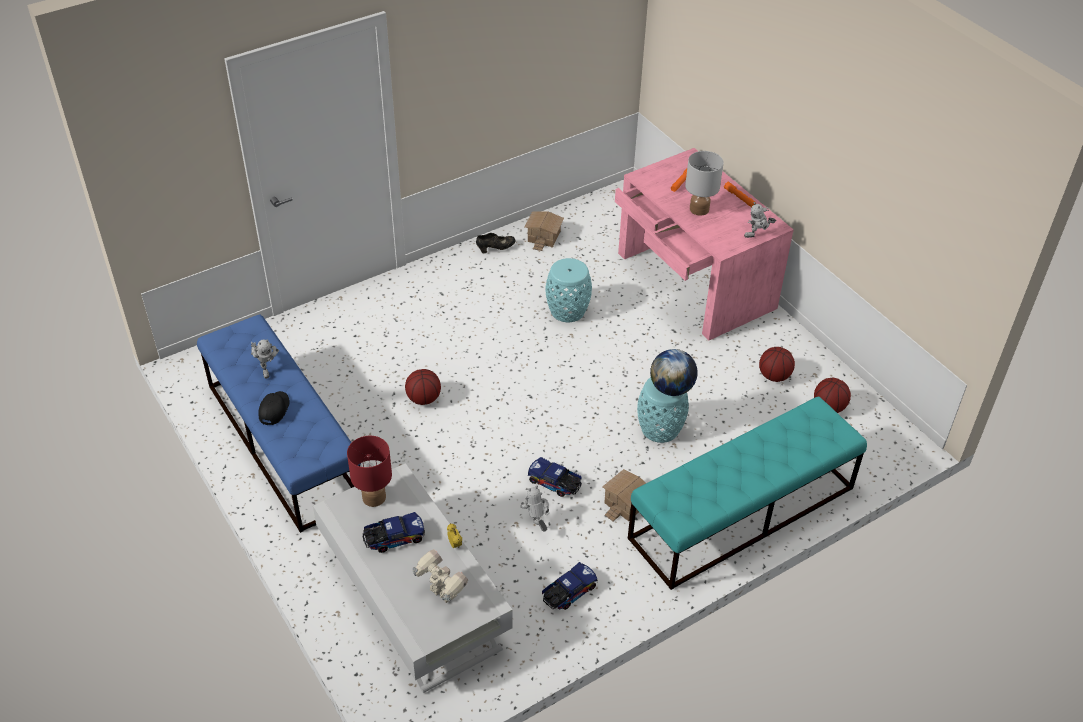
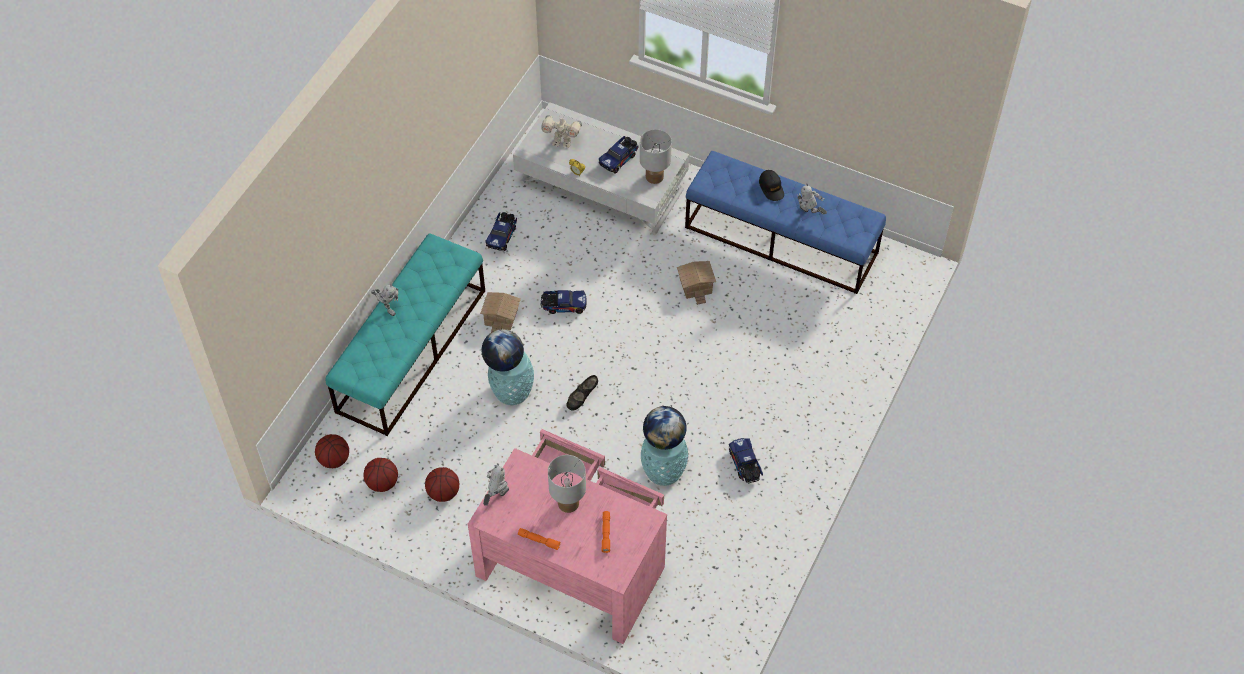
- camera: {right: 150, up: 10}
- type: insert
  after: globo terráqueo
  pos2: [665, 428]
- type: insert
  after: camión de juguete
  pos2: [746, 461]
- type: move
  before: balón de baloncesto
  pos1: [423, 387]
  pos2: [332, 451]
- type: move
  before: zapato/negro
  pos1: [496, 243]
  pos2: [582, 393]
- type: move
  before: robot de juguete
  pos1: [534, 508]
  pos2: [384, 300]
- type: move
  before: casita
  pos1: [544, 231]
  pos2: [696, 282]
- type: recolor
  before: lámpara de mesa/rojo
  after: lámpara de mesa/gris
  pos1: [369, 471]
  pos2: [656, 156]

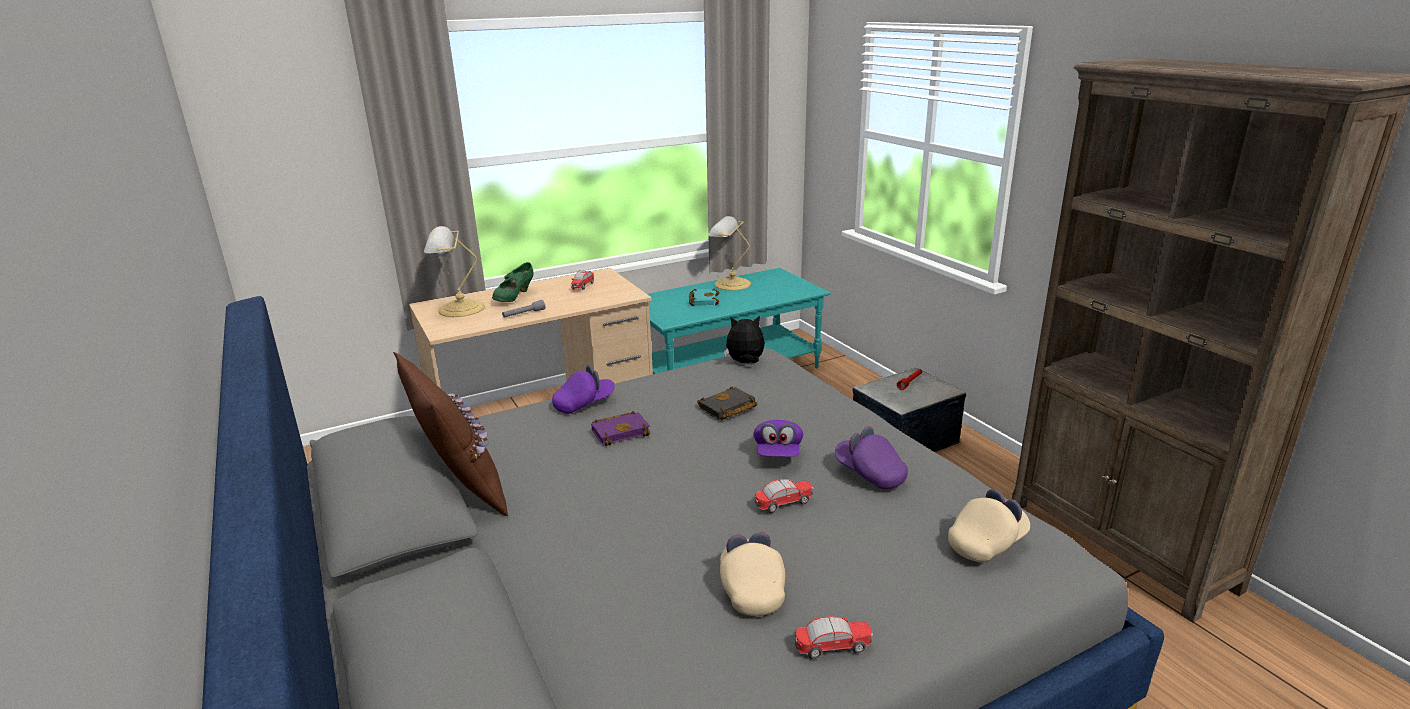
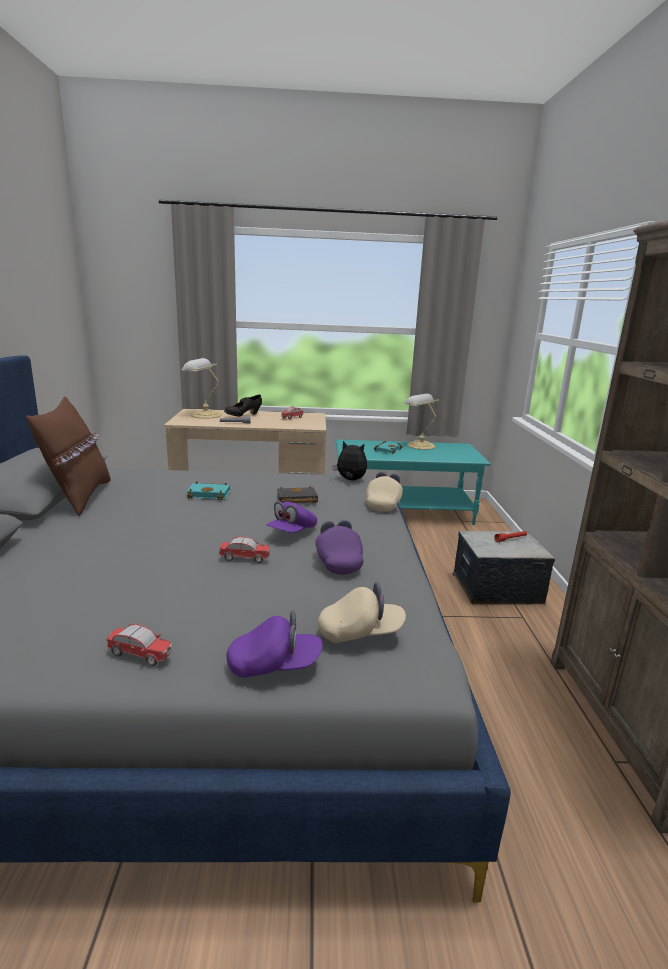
- camera: {right: 25, up: -5}
- type: move
  before: gorra/morado
  pos1: [583, 389]
  pos2: [275, 644]
- type: move
  before: gorra/beis
  pos1: [752, 574]
  pos2: [384, 492]
- type: recolor
  before: zapato/verde
  after: zapato/negro
  pos1: [513, 282]
  pos2: [243, 405]
- type: recolor
  before: libro/morado
  after: libro/turquesa
  pos1: [620, 428]
  pos2: [208, 490]

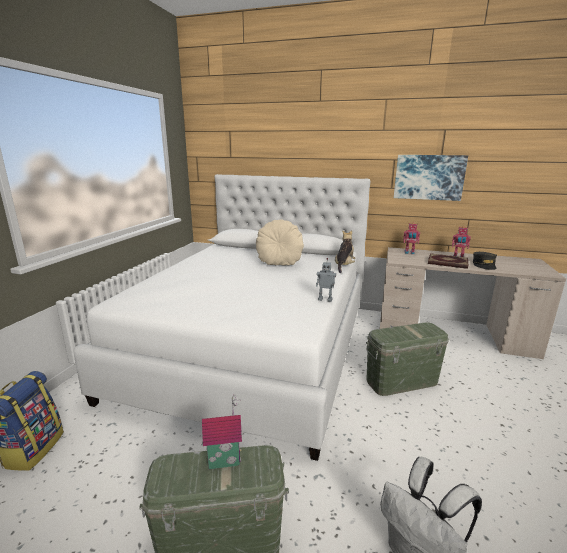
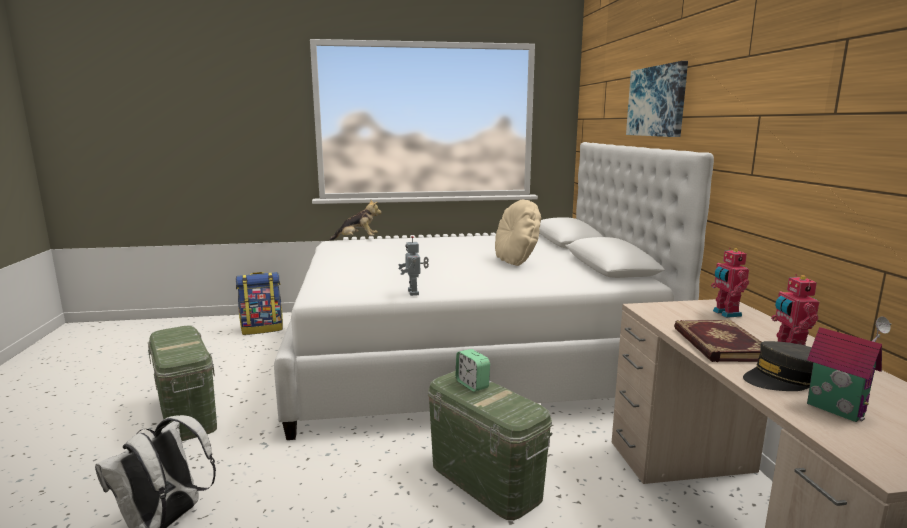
- camera: {right: 65, up: -5}
- type: insert
  after: despertador
  pos2: [473, 370]
- type: move
  before: casita
  pos1: [222, 431]
  pos2: [849, 369]
- type: move
  before: peluche
  pos1: [345, 251]
  pos2: [355, 220]
- type: move
  before: cuadro
  pos1: [431, 178]
  pos2: [657, 99]

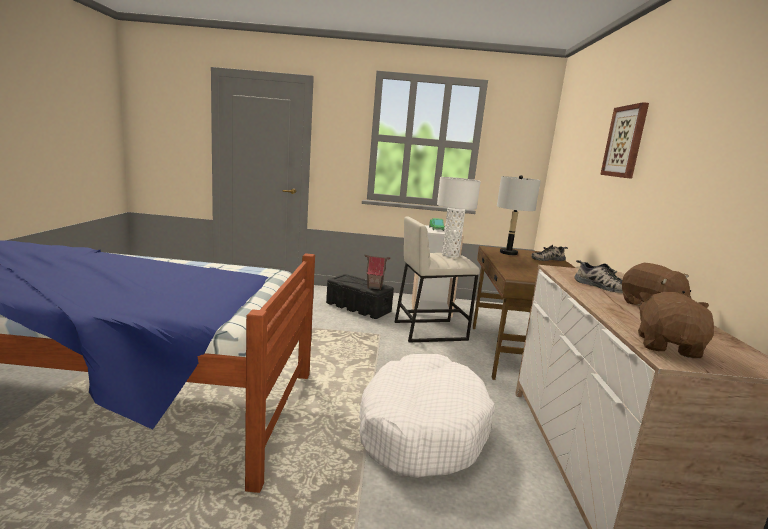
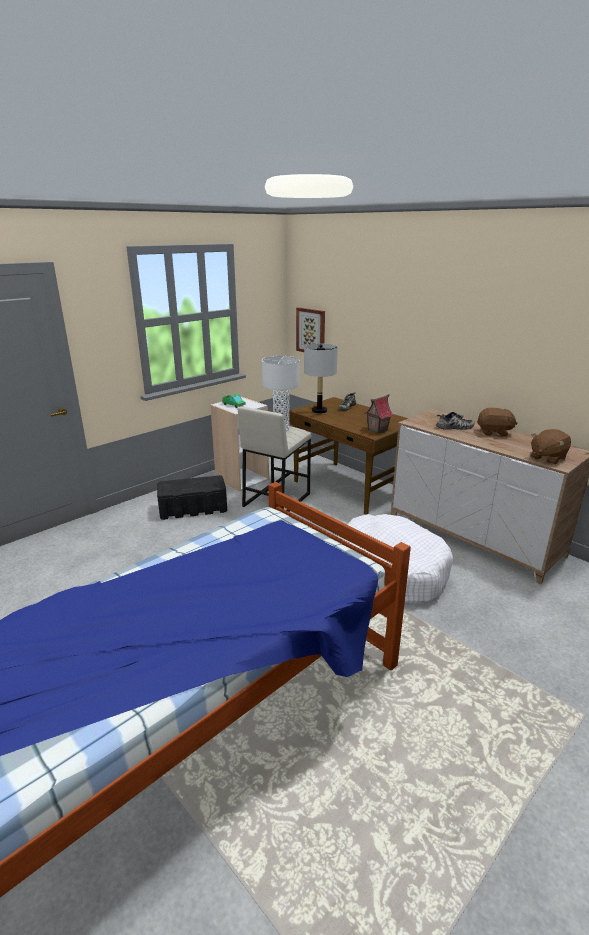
- camera: {right: -45, up: 10}
- type: move
  before: casita
  pos1: [377, 272]
  pos2: [379, 414]
- type: move
  before: cuadro
  pos1: [624, 140]
  pos2: [310, 329]
- type: rotate
  before: peluche/marrón
  pos1: [676, 325]
  pos2: [550, 446]
  turn: -105

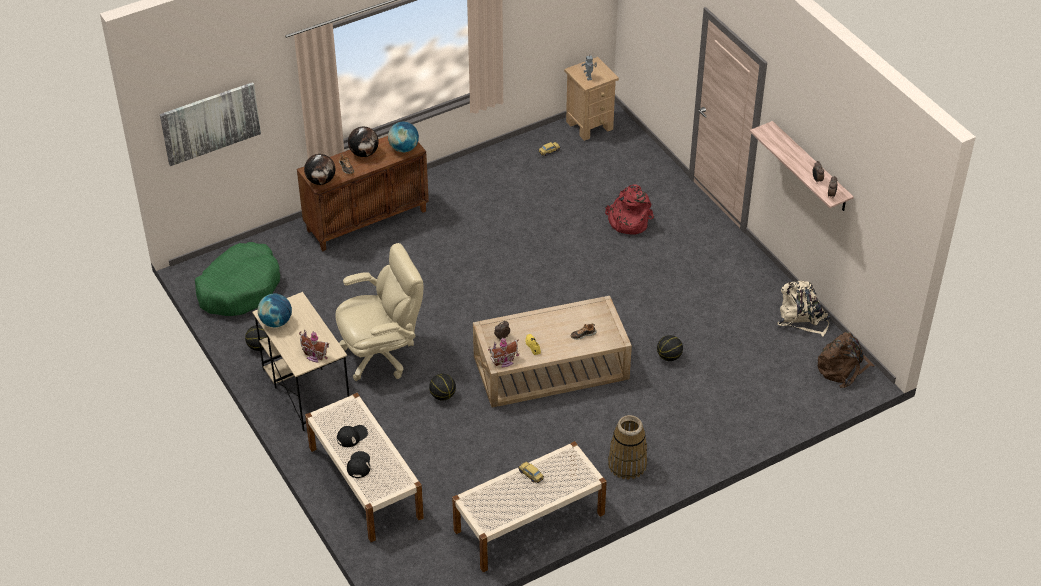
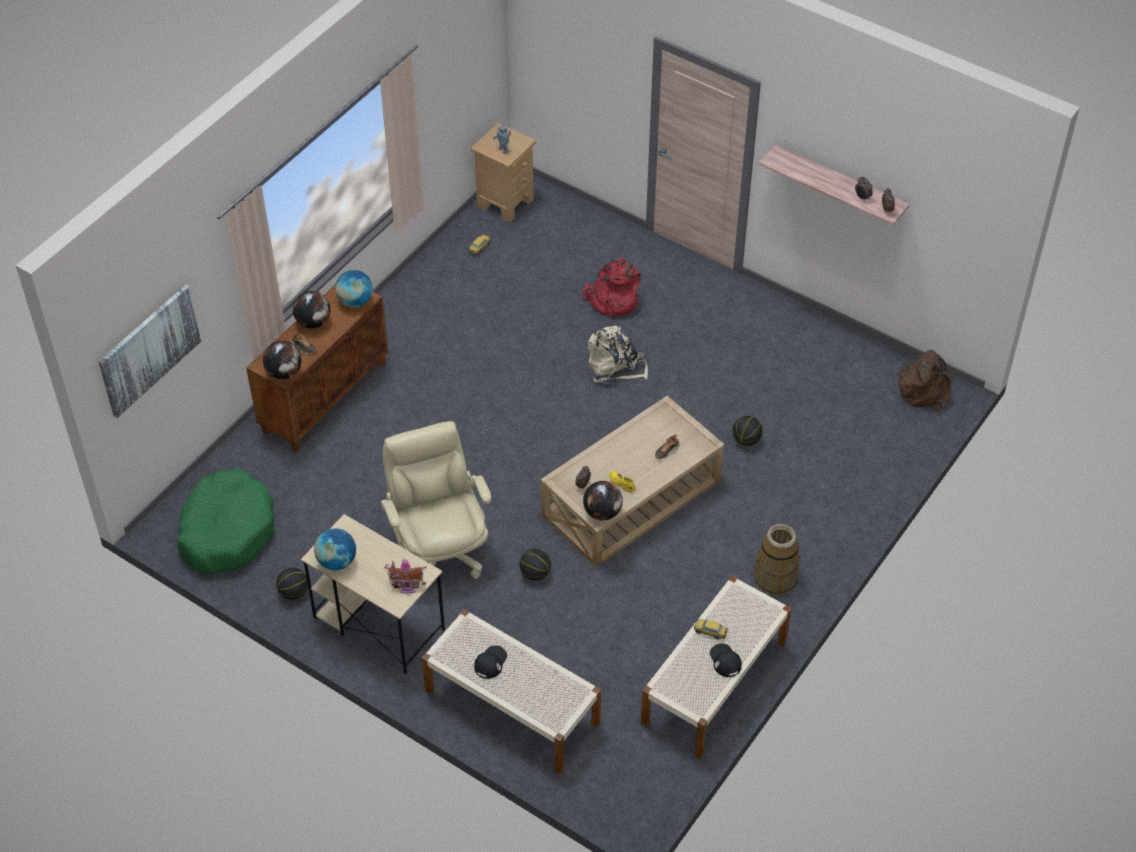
- camera: {right: -25, up: 5}
- type: move
  before: gorra/negro
  pos1: [358, 464]
  pos2: [726, 660]
- type: move
  before: mochila/beis
  pos1: [803, 309]
  pos2: [618, 354]
- type: replace
  before: casita
  after: globo terráqueo
  pos1: [503, 352]
  pos2: [603, 501]
- type: rotate
  before: silla de oficina/beis
  pos1: [379, 312]
  pos2: [436, 500]
  turn: -60

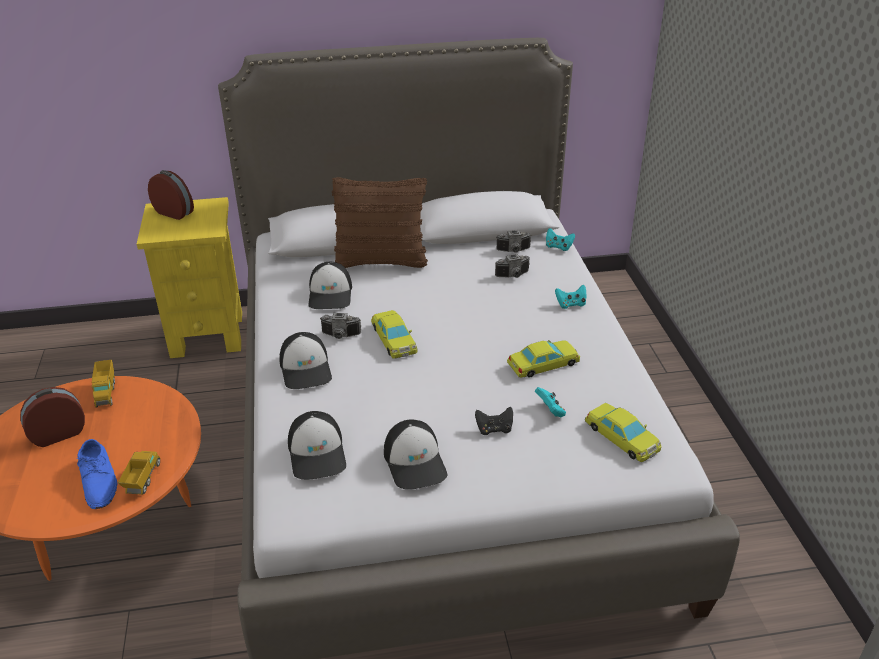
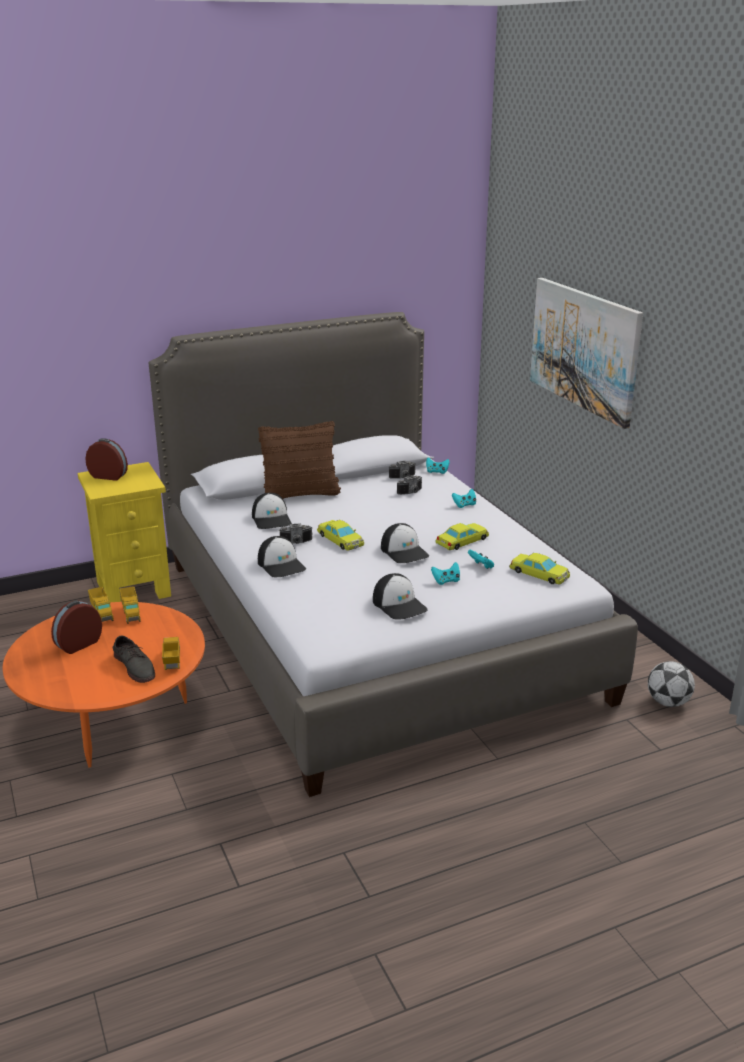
- camera: {right: -15, up: -10}
- type: insert
  after: camión de juguete
  pos2: [130, 605]
- type: insert
  after: cuadro
  pos2: [586, 353]
- type: insert
  after: balón de fútbol
  pos2: [671, 684]
- type: move
  before: gorra
  pos1: [317, 445]
  pos2: [405, 543]
- type: recolor
  before: zapato/azul
  after: zapato/gris
  pos1: [97, 474]
  pos2: [134, 659]
- type: recolor
  before: mando de consola/negro
  after: mando de consola/turquesa
  pos1: [494, 421]
  pos2: [445, 573]

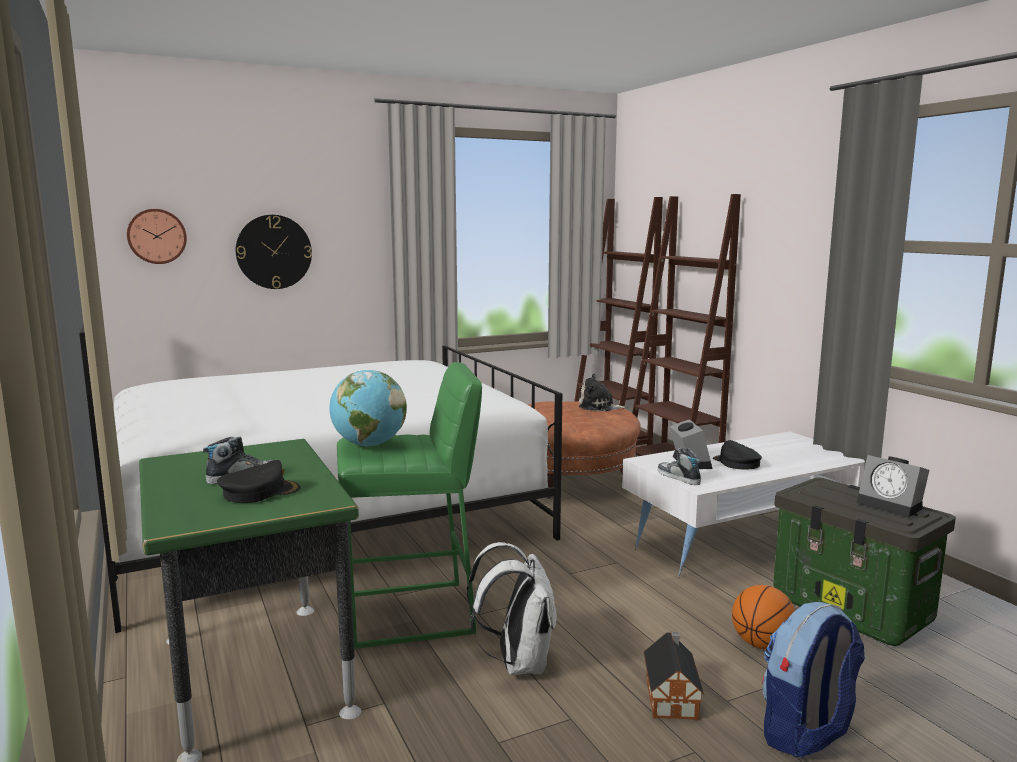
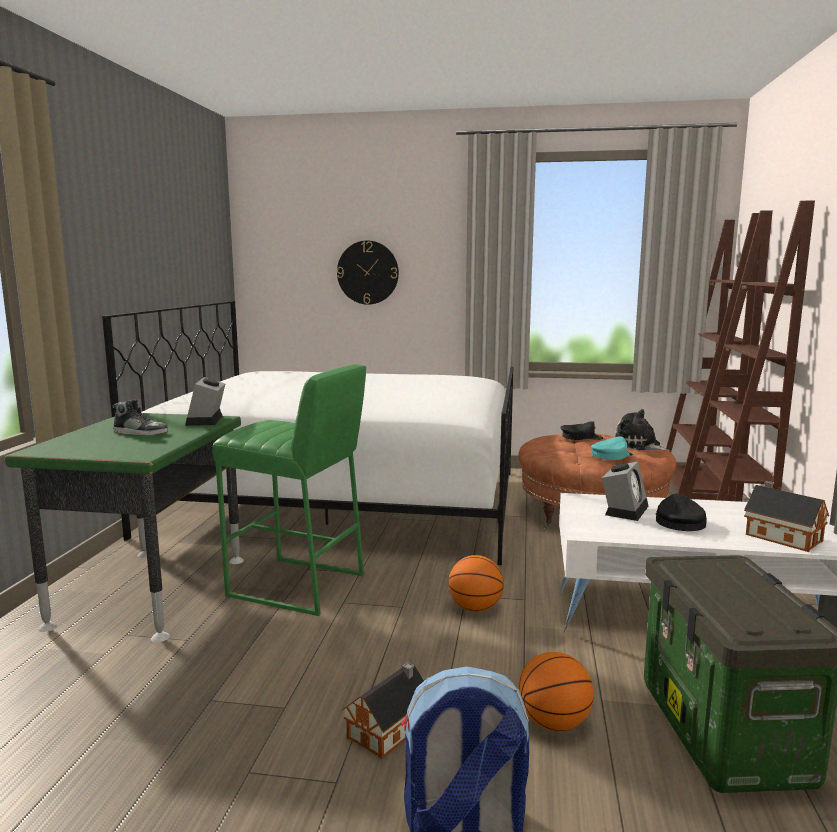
- camera: {right: 35, up: 0}
- type: delete
  before: reloj de pared
  pos1: [157, 236]
- type: delete
  before: globo terráqueo
  pos1: [368, 408]
- type: delete
  before: mochila/blanco
  pos1: [511, 608]
- type: delete
  before: zapato
  pos1: [679, 466]
- type: insert
  after: balón de baloncesto
  pos2: [476, 583]
- type: insert
  after: gorra/turquesa
  pos2: [612, 448]
- type: insert
  after: casita
  pos2: [786, 516]
- type: move
  before: gorra/negro
  pos1: [259, 481]
  pos2: [581, 430]
- type: move
  before: despertador
  pos1: [893, 486]
  pos2: [205, 401]

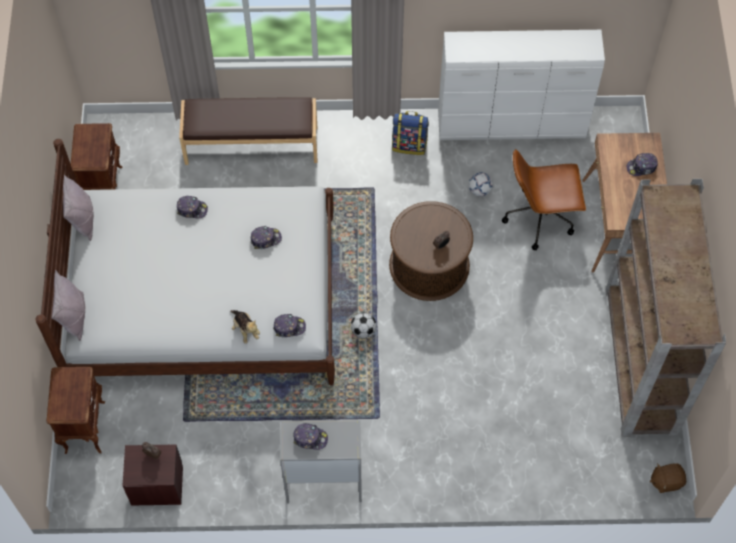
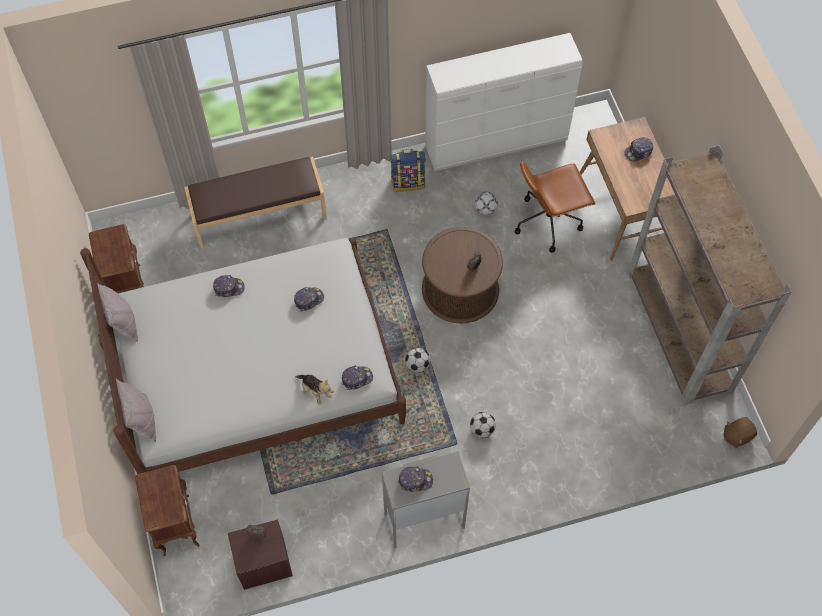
- camera: {right: -15, up: 0}
- type: insert
  after: balón de fútbol
  pos2: [483, 425]

